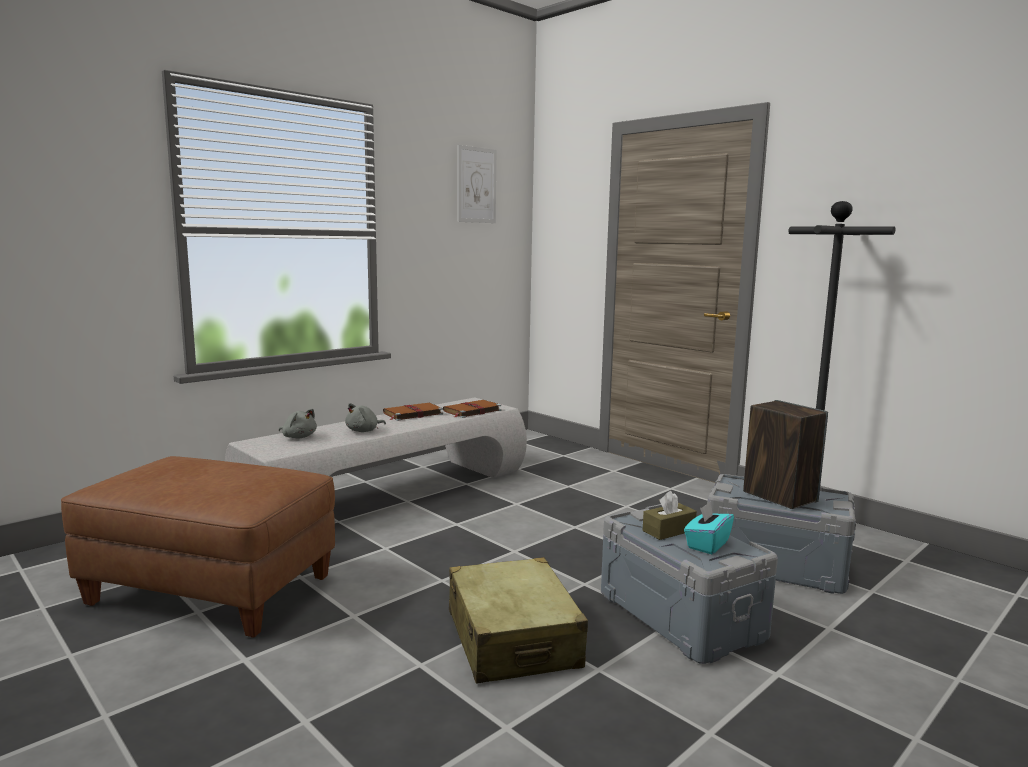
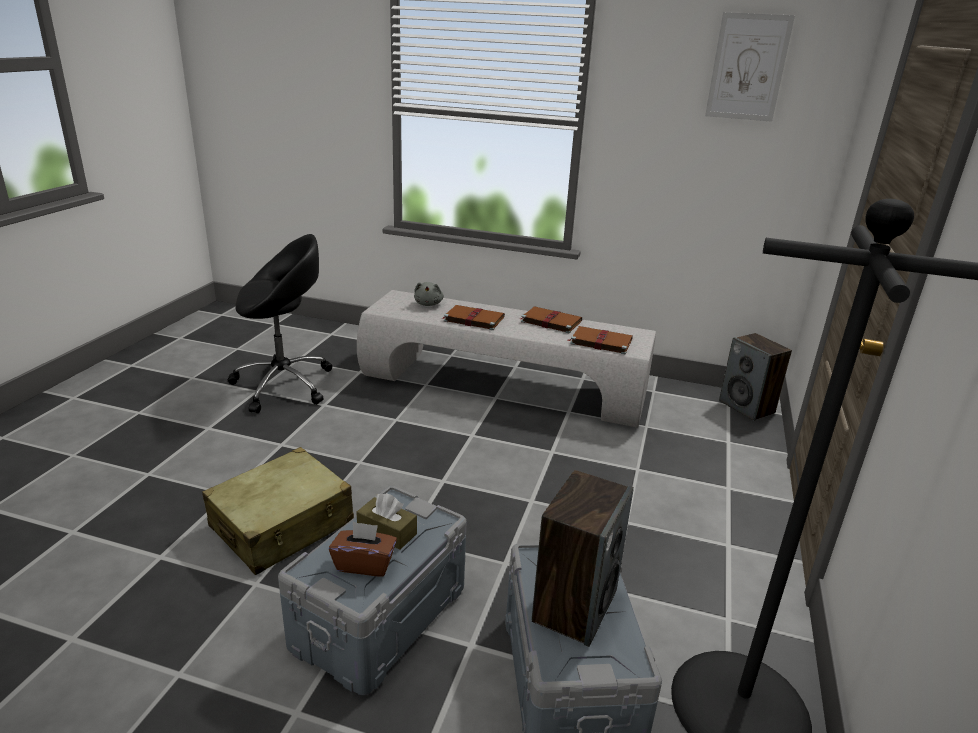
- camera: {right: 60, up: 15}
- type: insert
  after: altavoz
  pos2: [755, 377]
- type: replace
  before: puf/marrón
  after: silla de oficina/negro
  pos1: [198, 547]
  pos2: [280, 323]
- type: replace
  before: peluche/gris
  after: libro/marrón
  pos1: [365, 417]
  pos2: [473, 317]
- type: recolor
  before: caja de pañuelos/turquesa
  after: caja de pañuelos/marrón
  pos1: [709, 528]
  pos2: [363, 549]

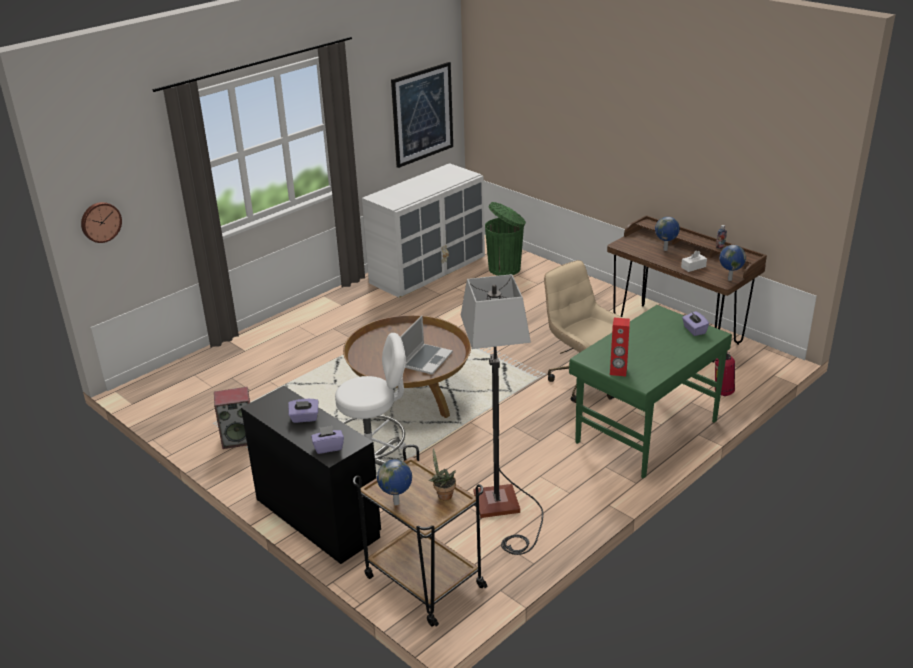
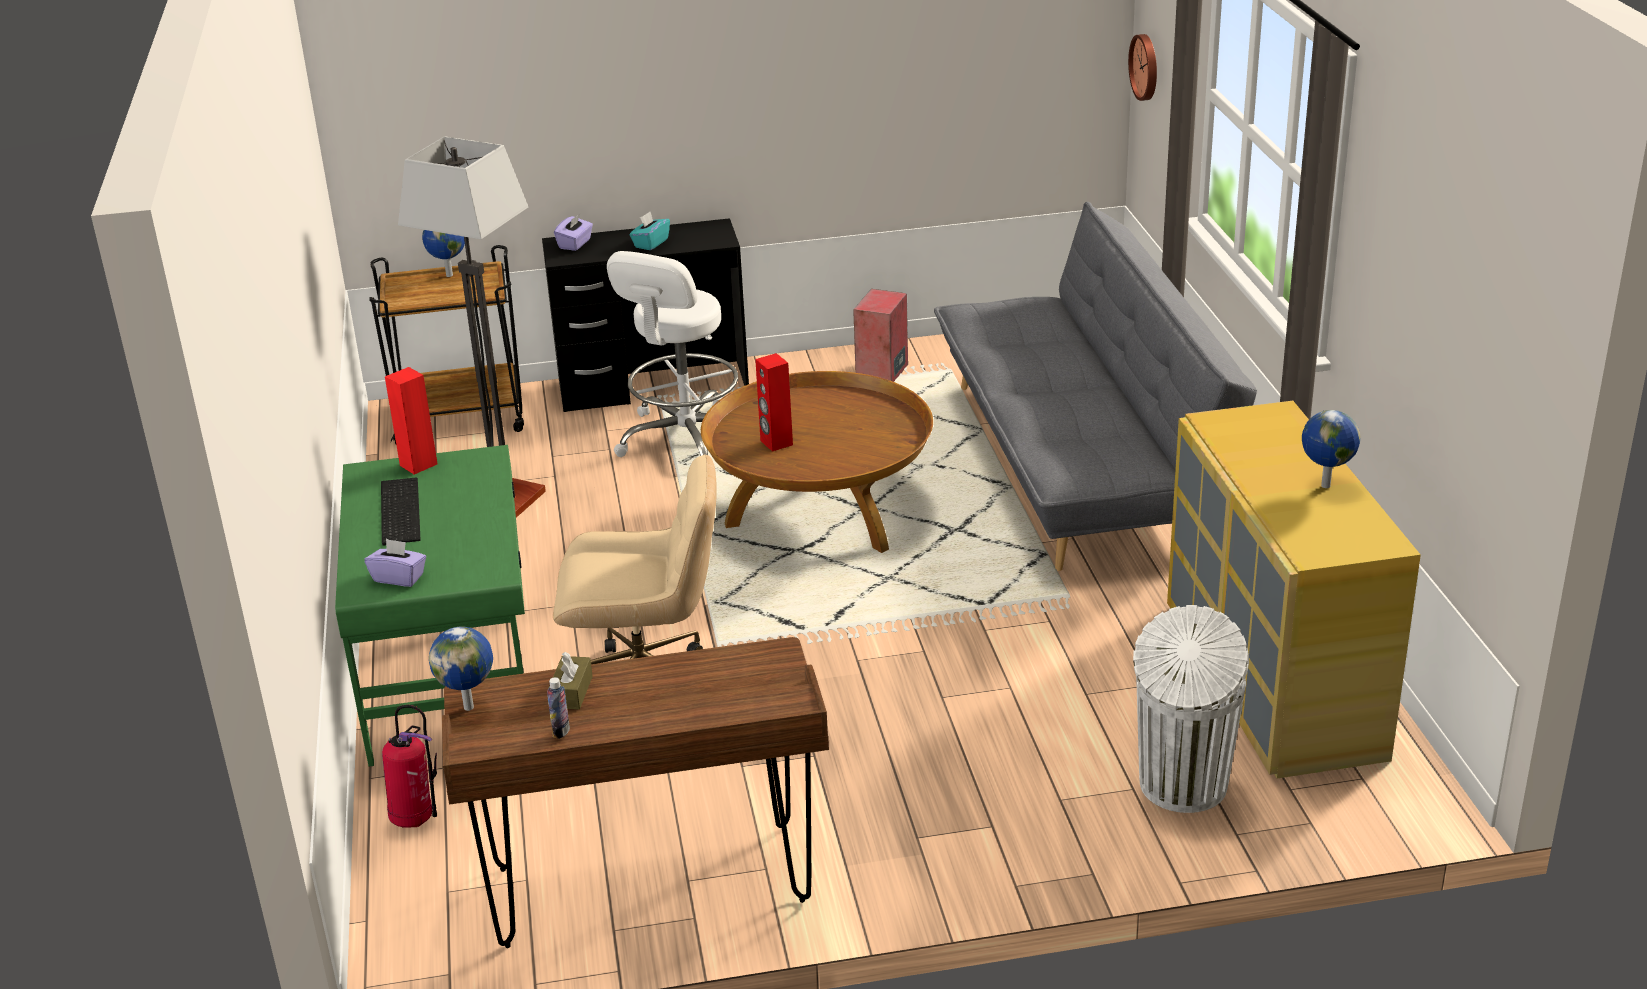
- camera: {right: 125, up: 0}
- type: delete
  before: cuadro
  pos1: [422, 115]
- type: delete
  before: planta en maceta
  pos1: [442, 474]
- type: insert
  after: teclado
  pos2: [401, 512]
- type: insert
  after: sofá/gris
  pos2: [1095, 386]
- type: move
  before: globo terráqueo
  pos1: [667, 234]
  pos2: [1331, 449]
- type: replace
  before: portátil
  after: altavoz/rojo
  pos1: [426, 345]
  pos2: [774, 402]
- type: recolor
  before: caja de pañuelos/morado
  after: caja de pañuelos/turquesa
  pos1: [303, 411]
  pos2: [650, 231]
- type: recolor
  before: armario/blanco
  after: armario/amarillo
  pos1: [423, 230]
  pos2: [1294, 589]
- type: recolor
  before: papelera/verde
  after: papelera/blanco
  pos1: [505, 239]
  pos2: [1191, 709]
- type: recolor
  before: caja de pañuelos/blanco
  after: caja de pañuelos/marrón
  pos1: [694, 261]
  pos2: [571, 681]

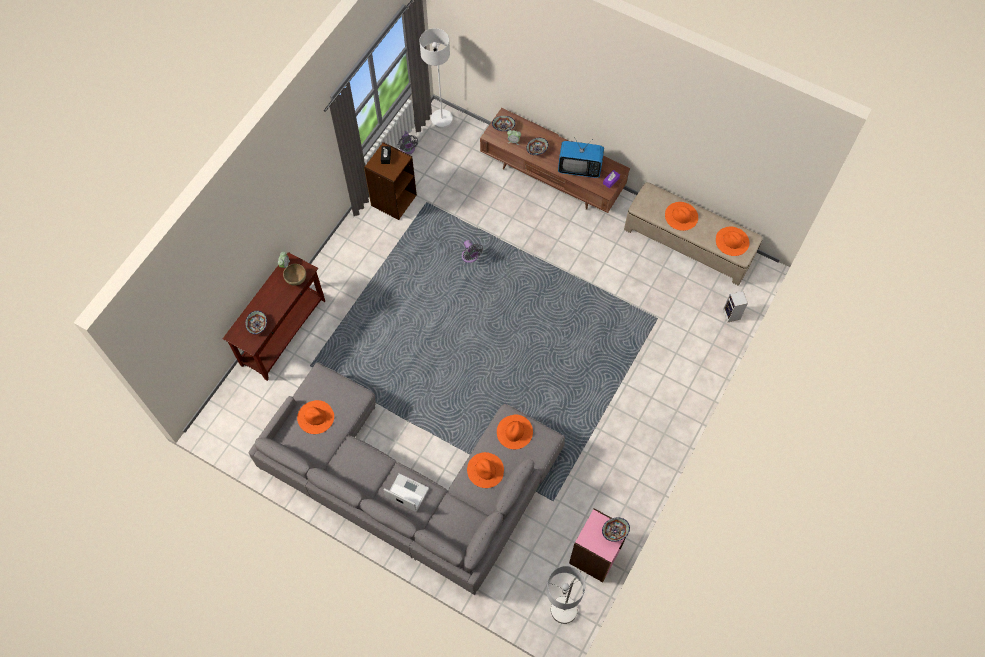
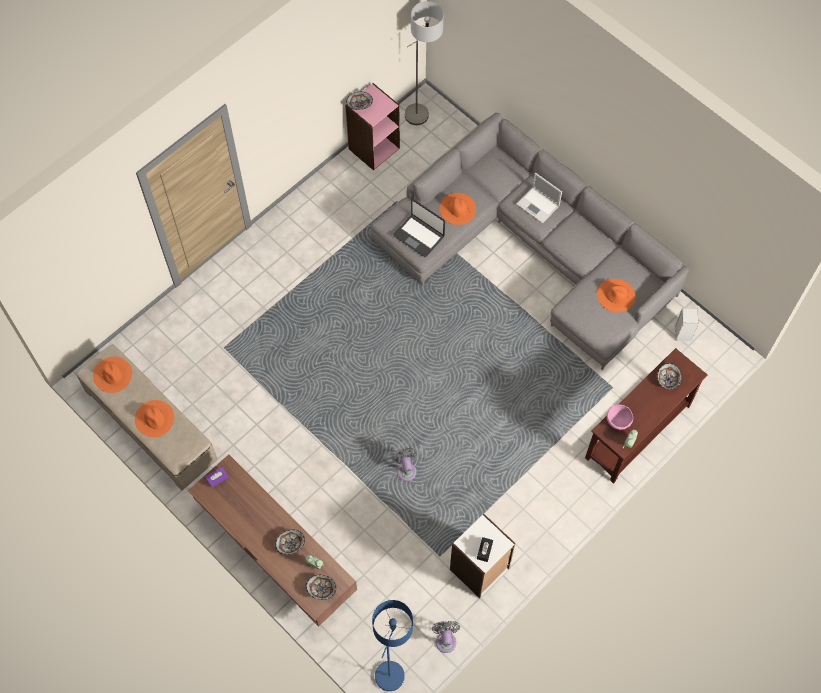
- camera: {right: -165, up: 0}
- type: delete
  before: televisor
  pos1: [581, 157]
- type: move
  before: altavoz
  pos1: [735, 306]
  pos2: [687, 324]
- type: replace
  before: sombrero/naranja
  after: portátil
  pos1: [515, 431]
  pos2: [419, 228]
- type: recolor
  before: cuenco/marrón
  after: cuenco/rosa
  pos1: [294, 275]
  pos2: [620, 417]
- type: recolor
  before: estantería/marrón
  after: estantería/blanco
  pos1: [390, 181]
  pos2: [482, 555]
- type: recolor
  before: lámpara de pie/blanco
  after: lámpara de pie/azul
  pos1: [436, 78]
  pos2: [392, 645]

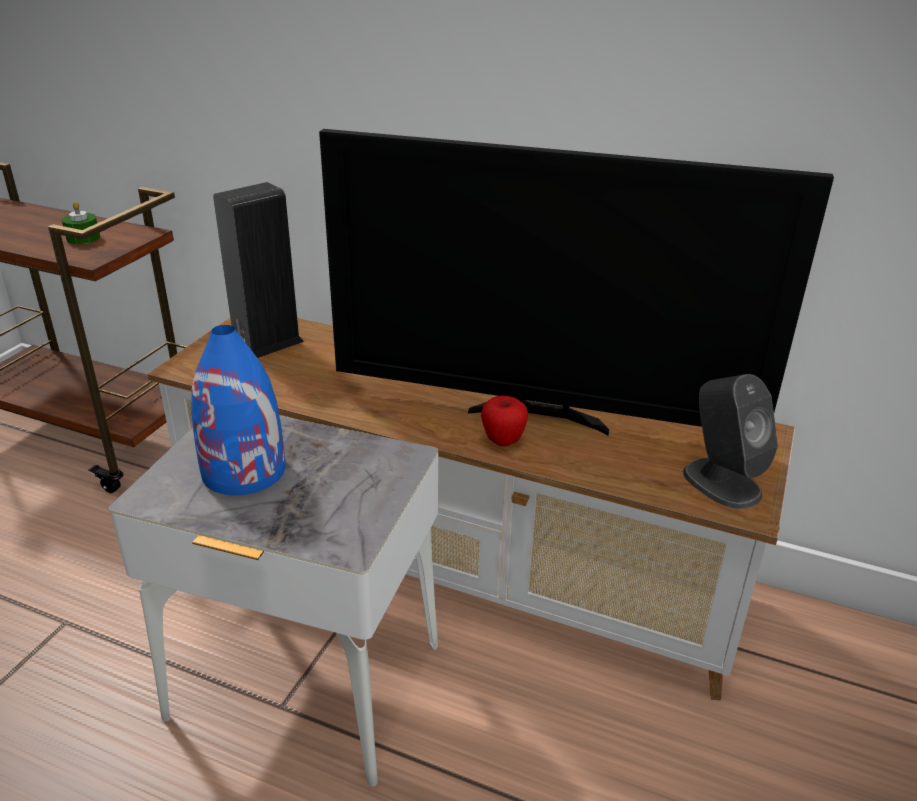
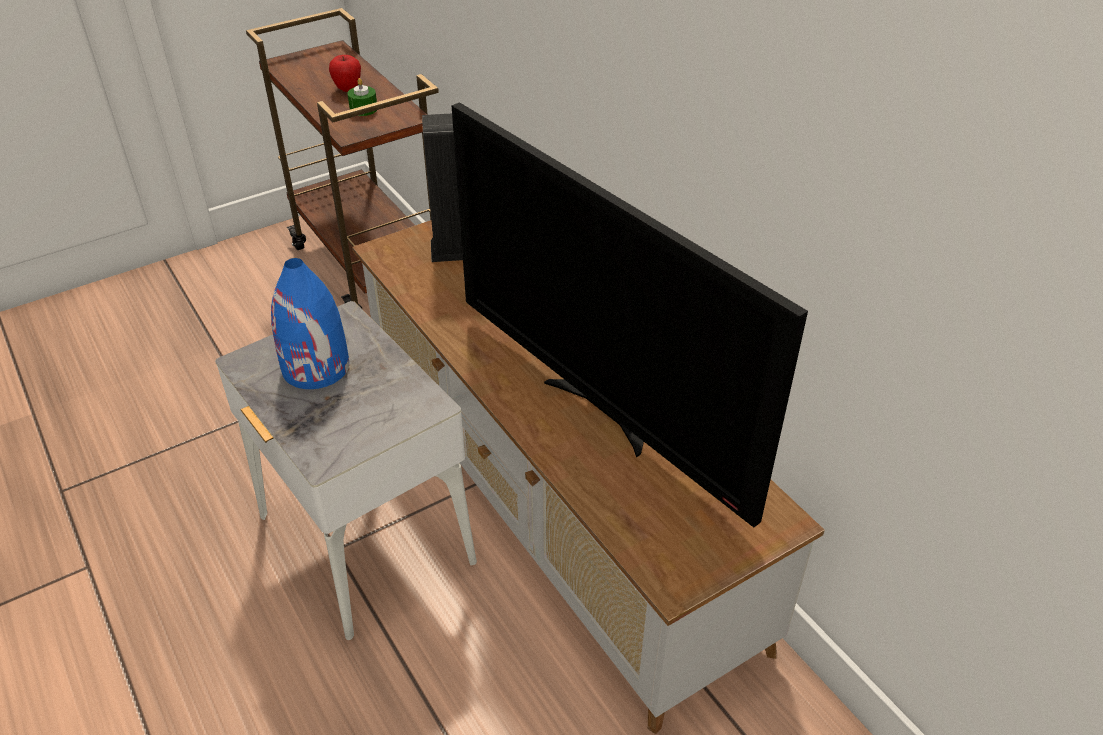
- camera: {right: 35, up: 10}
- type: delete
  before: altavoz/gris
  pos1: [730, 441]
- type: move
  before: manzana
  pos1: [504, 421]
  pos2: [345, 73]

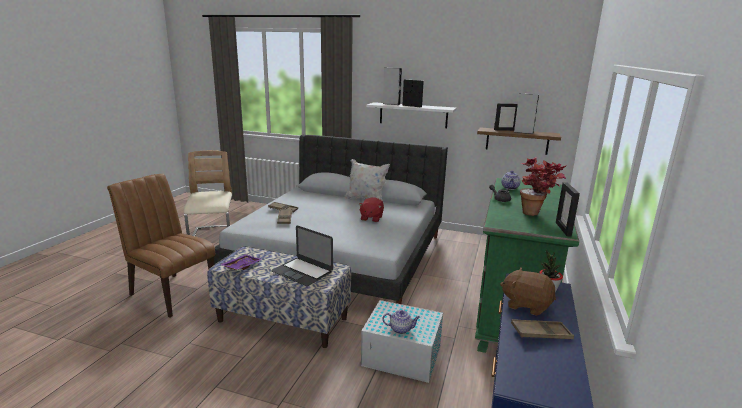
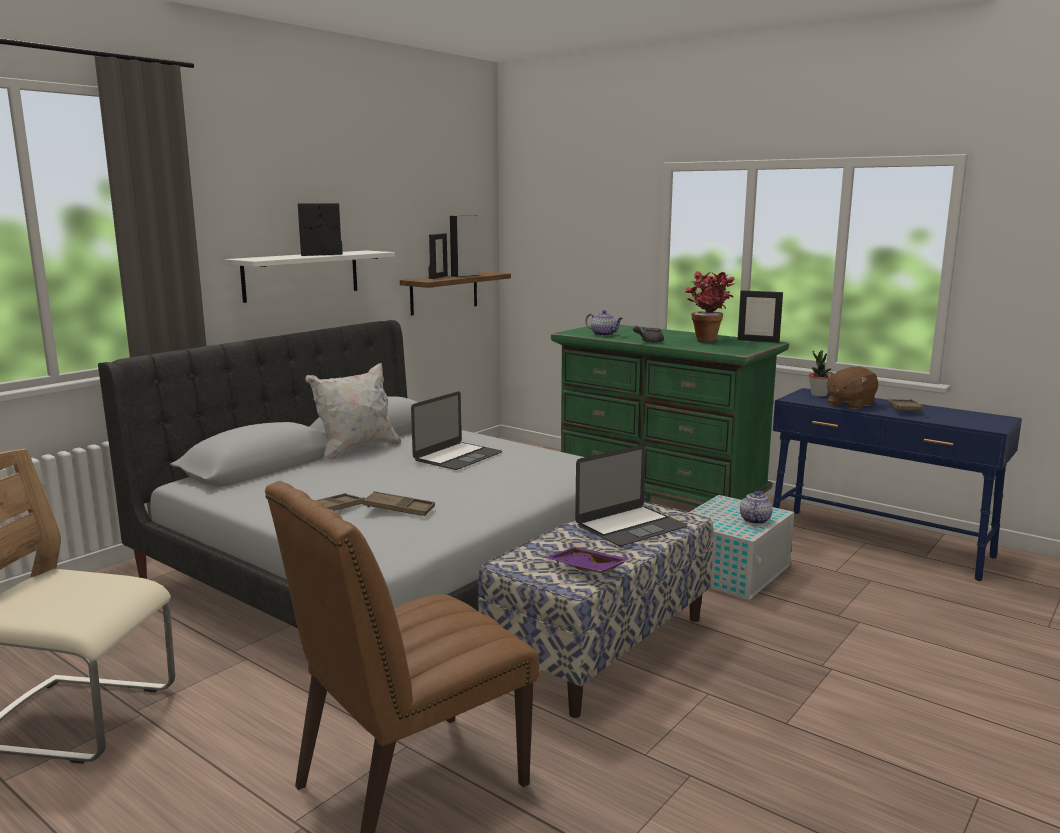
- camera: {right: -70, up: -5}
- type: delete
  before: altavoz/gris
  pos1: [392, 86]
- type: replace
  before: peluche/rojo
  after: portátil
  pos1: [371, 209]
  pos2: [456, 430]

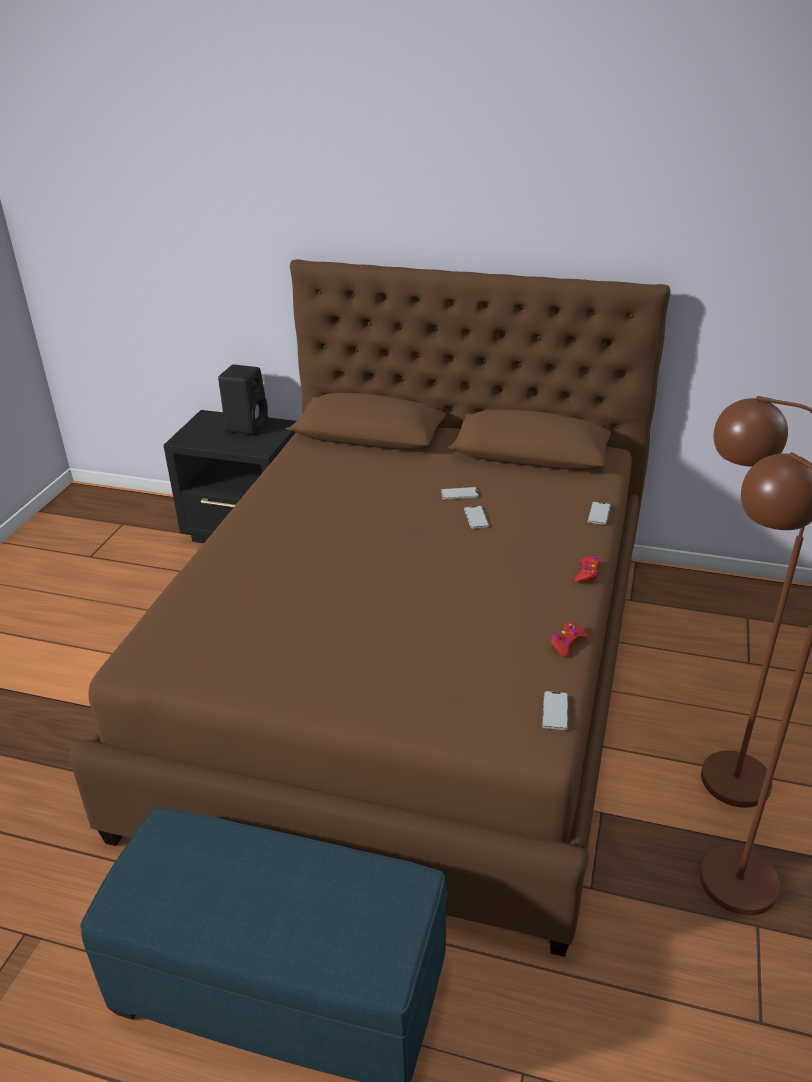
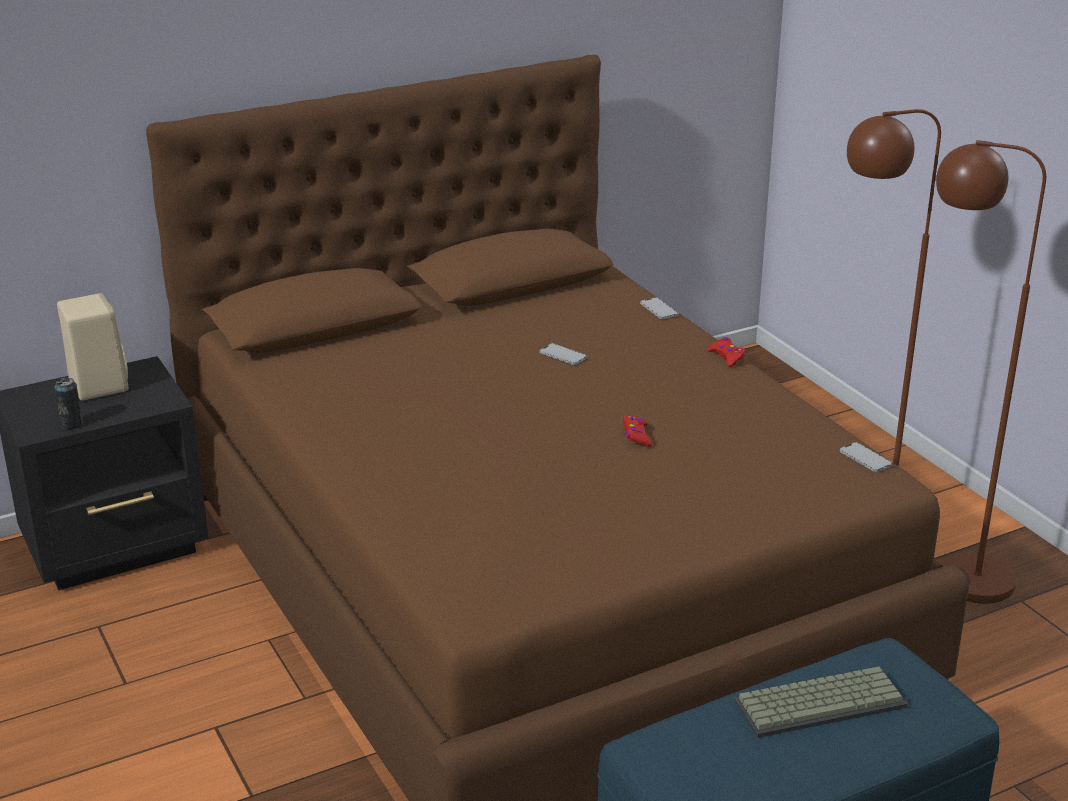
- camera: {right: -45, up: -5}
- type: delete
  before: móvil
  pos1: [460, 493]
- type: insert
  after: lata
  pos2: [68, 403]
- type: insert
  after: teclado
  pos2: [821, 702]
- type: move
  before: mando de consola/rojo
  pos1: [569, 639]
  pos2: [637, 431]
- type: recolor
  before: altavoz/negro
  after: altavoz/beis
  pos1: [243, 399]
  pos2: [92, 347]

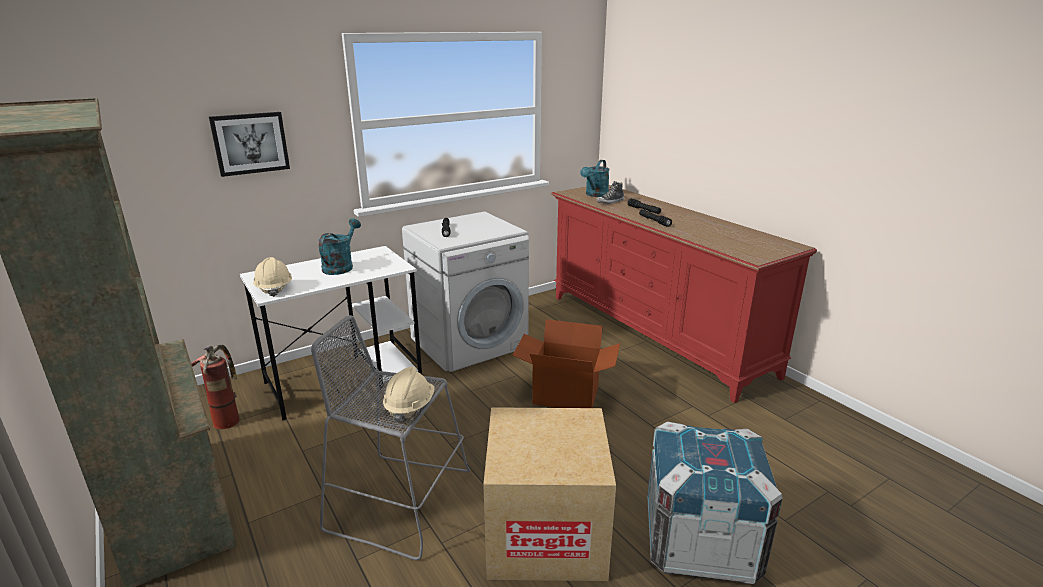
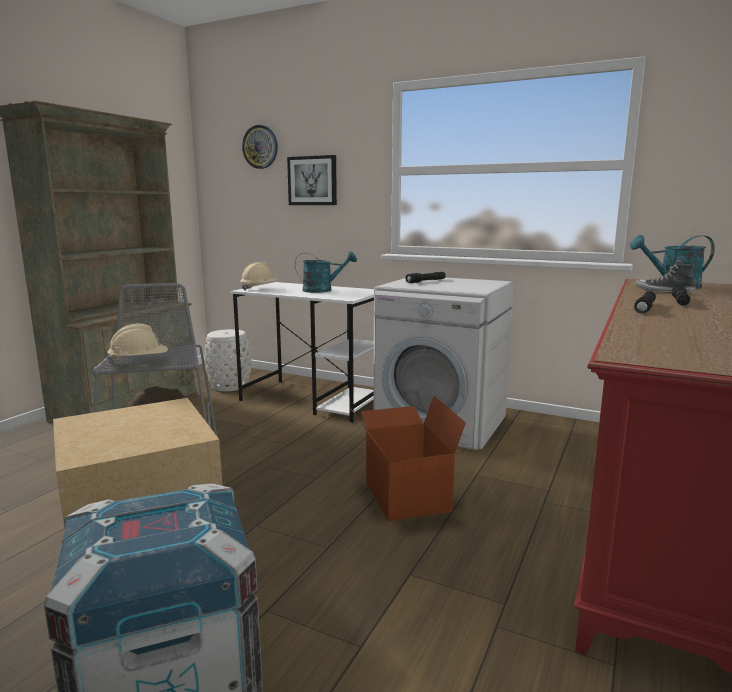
- camera: {right: 60, up: -10}
- type: insert
  after: reloj de pared
  pos2: [260, 147]
- type: replace
  before: extintor
  after: taburete/blanco
  pos1: [215, 387]
  pos2: [228, 360]

